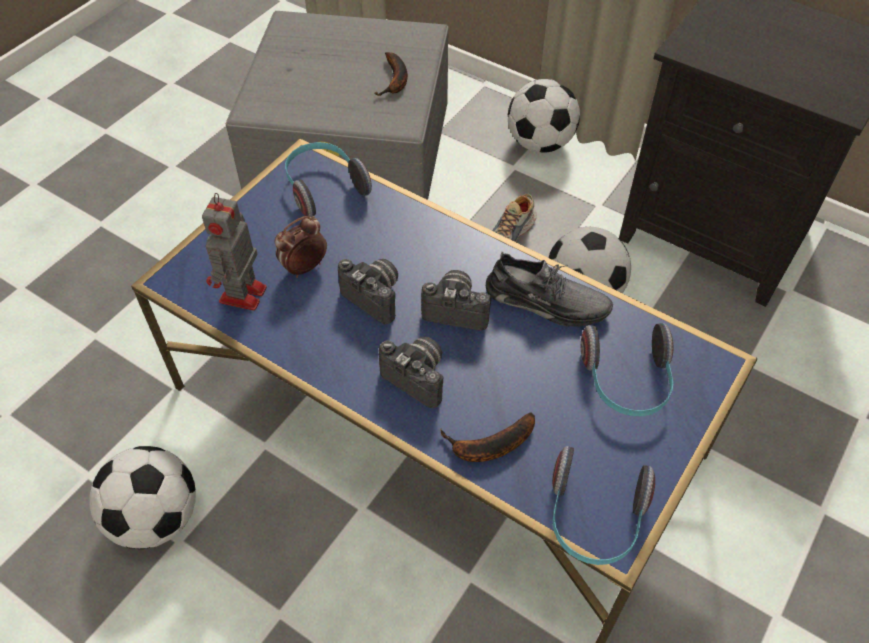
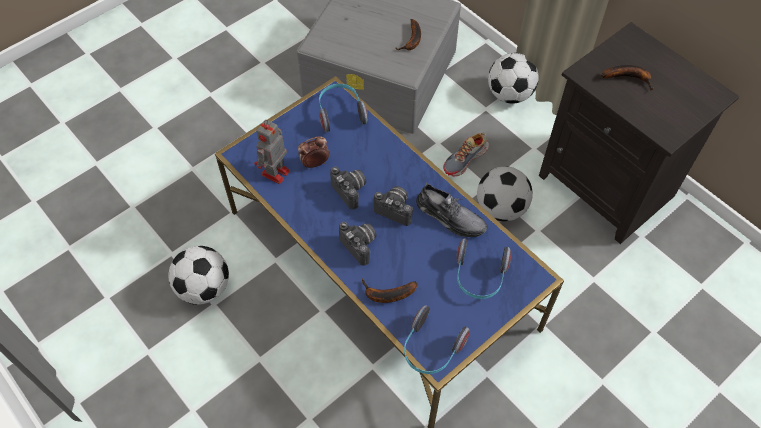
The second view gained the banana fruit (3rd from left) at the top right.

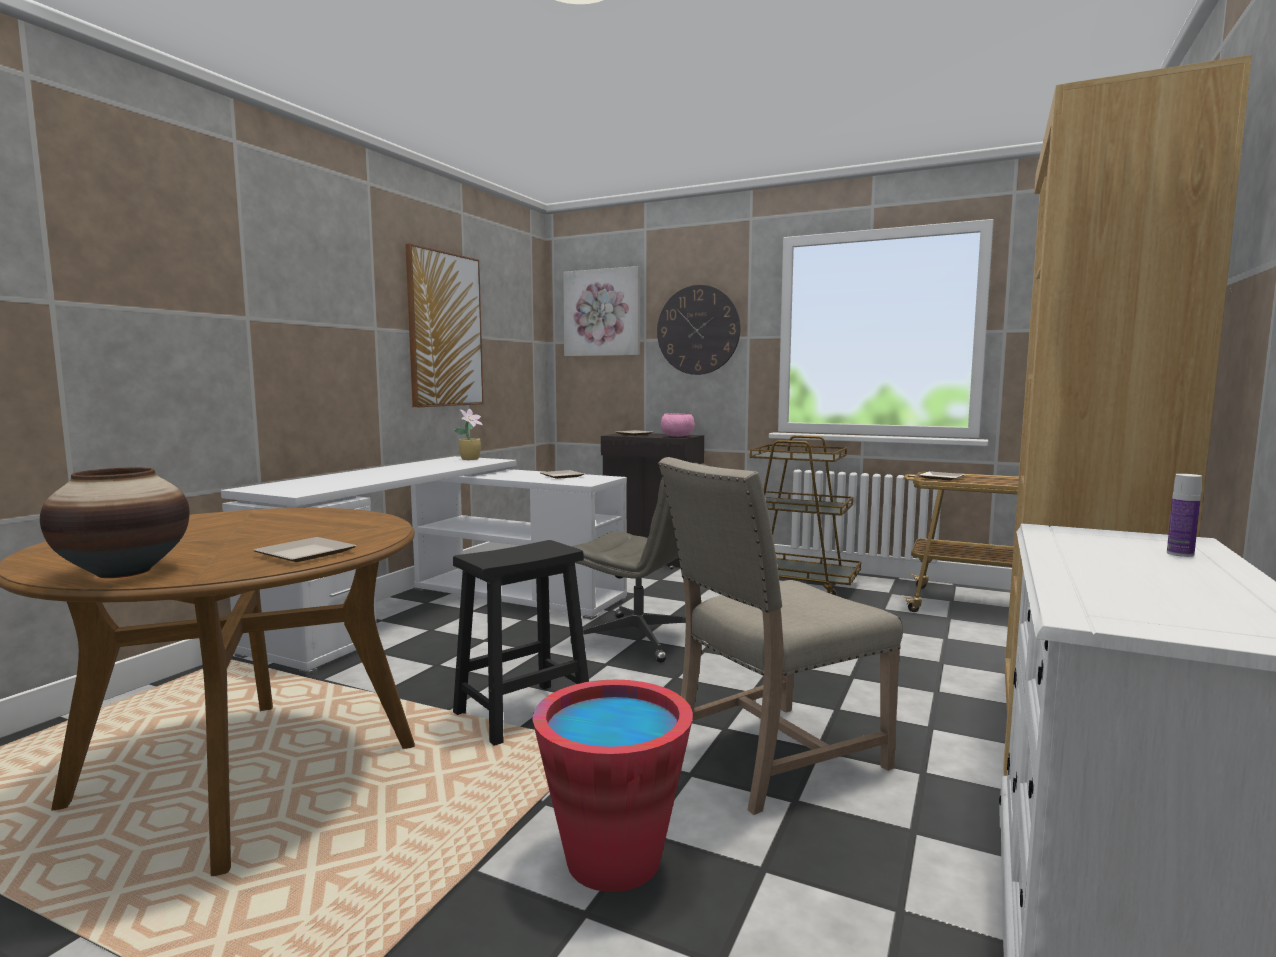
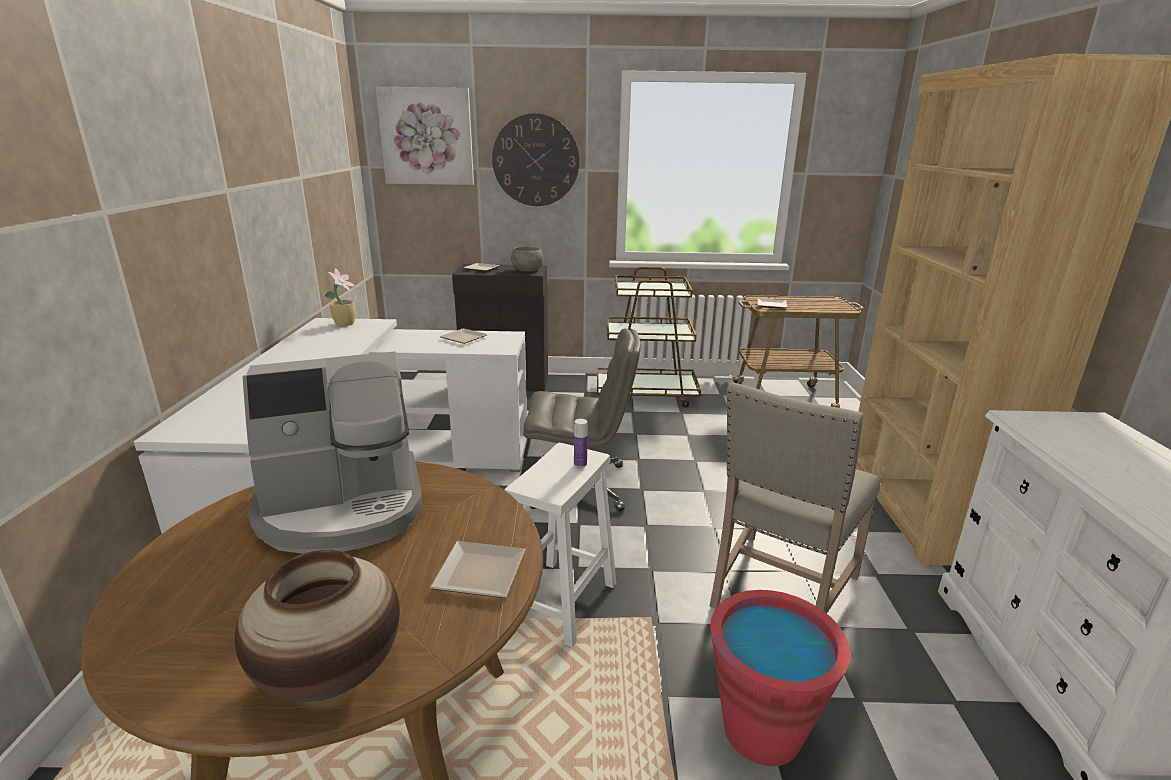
The second view lost the wall picture (1st from left) at the centre.
The second view gained the coffee brewer at the middle left.
The beverage bottle ended up elsewhere, having gone from the middle right to the centre.
What was the blackish sitting stool at the bottom centre turned into the white sitting stool at the bottom centre.
What was the pink-coloured serving bowl at the centre turned into the greyish serving bowl at the top centre.

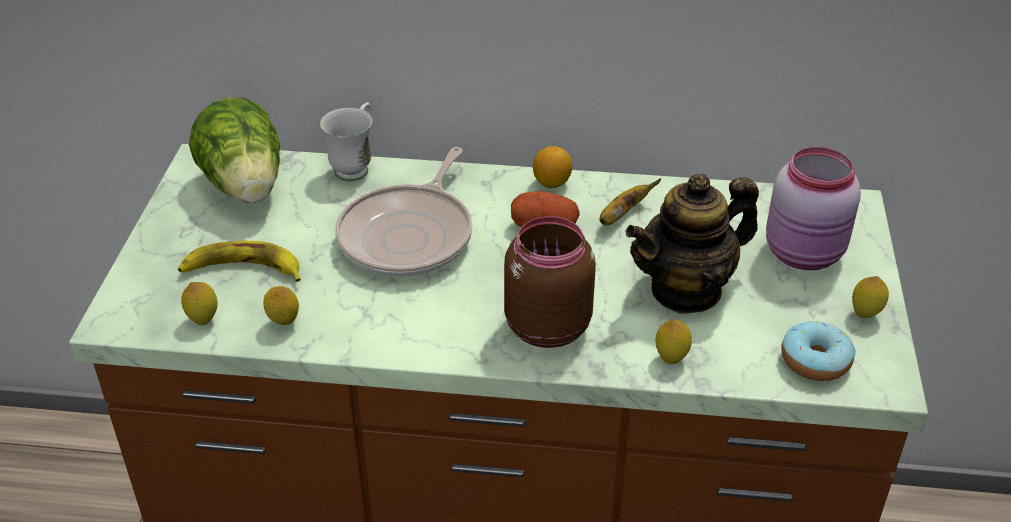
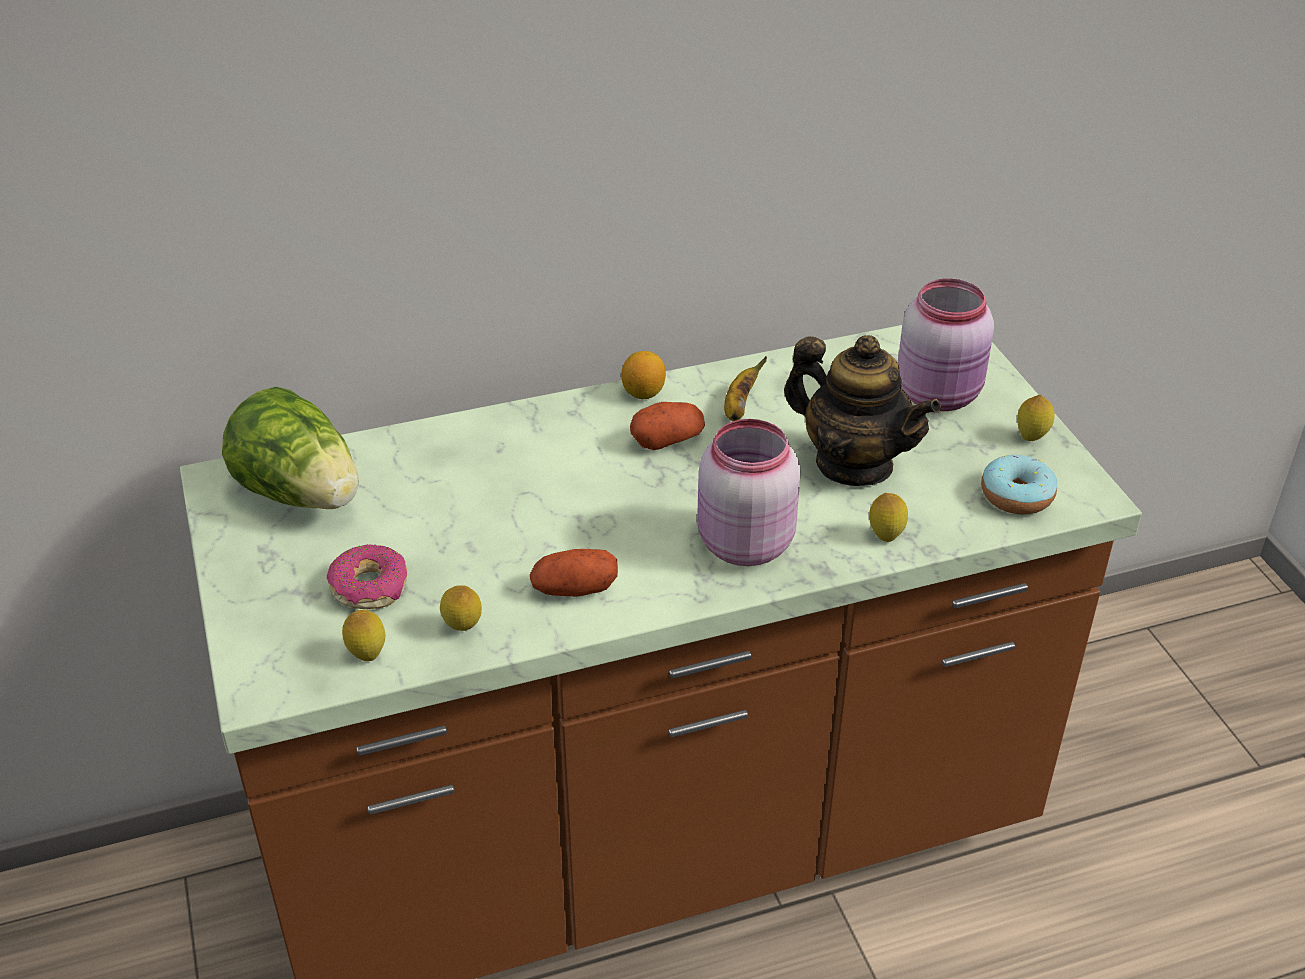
The second view lost the white mug at the top centre.
The second view lost the skillet at the centre.
The second view gained the whole potato (1st from left) at the centre.
Where the banana fruit (1st from left) stood at the middle left, the doughnut (1st from left) came to stand at the middle left.
What was the brown preserve jar at the centre turned into the pink-coloured preserve jar (1st from left) at the centre.
The teapot at the middle right ended up facing another way, 90 degrees counterclockwise from before.

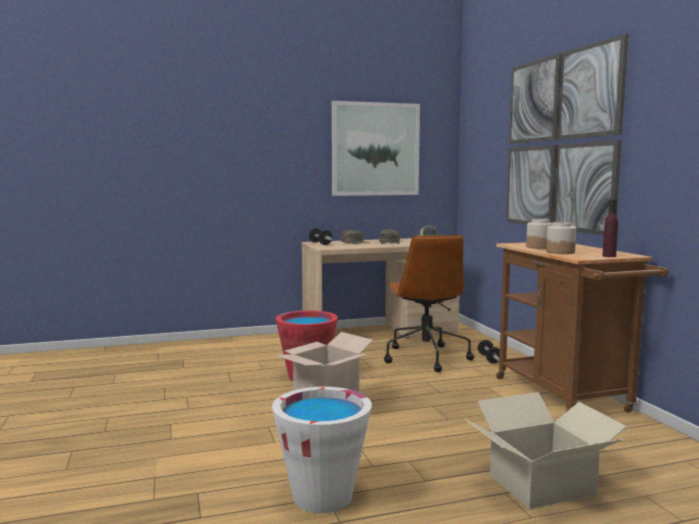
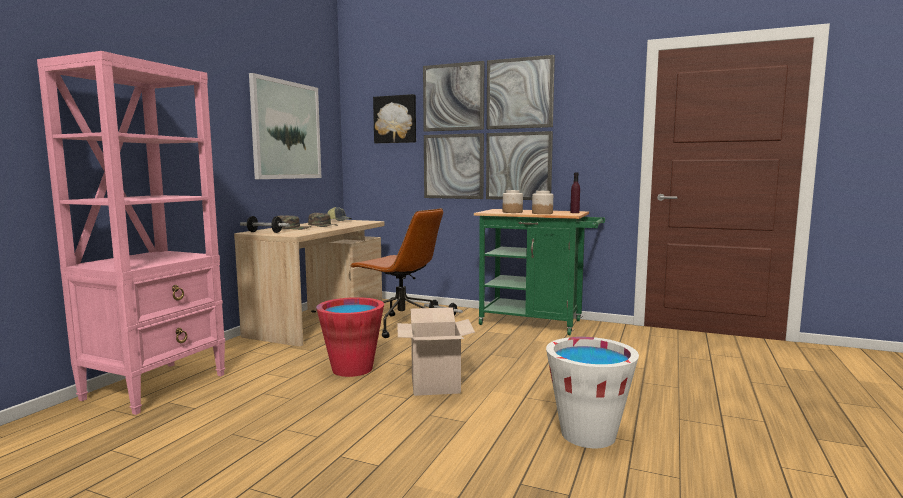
The second view lost the cardboard box (2nd from left) at the bottom right.
The second view gained the pink-coloured bookshelf at the middle left.
The second view gained the wall picture (2nd from left) at the top centre.
What was the brown wheeled cart at the middle right turned into the green wheeled cart at the centre.

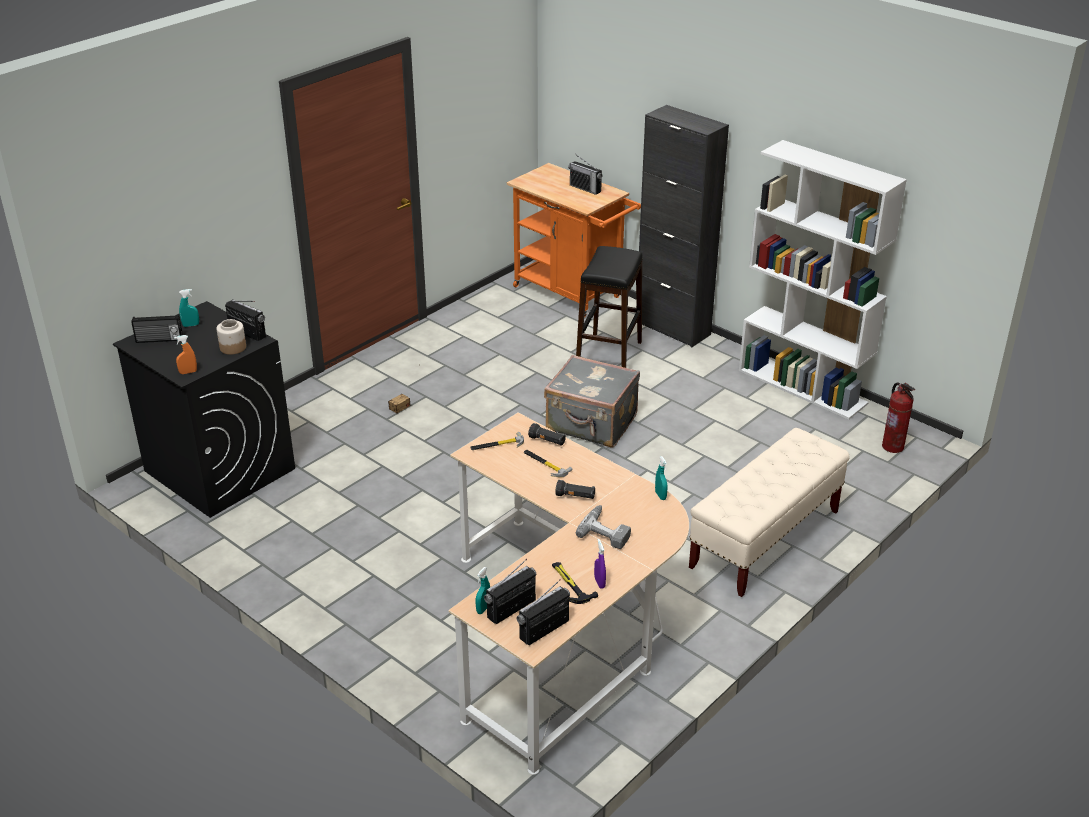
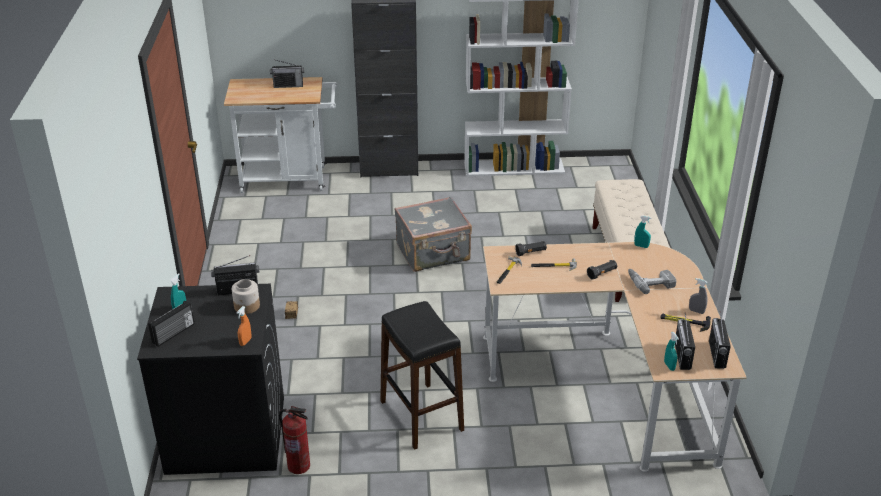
The blackish sitting stool ended up elsewhere, having gone from the centre to the bottom centre.
The extinguisher ended up elsewhere, having gone from the middle right to the bottom centre.
What was the orangey wheeled cart at the top centre turned into the white wheeled cart at the top left.
What was the purplish spray bottle at the bottom centre turned into the greyish spray bottle at the middle right.

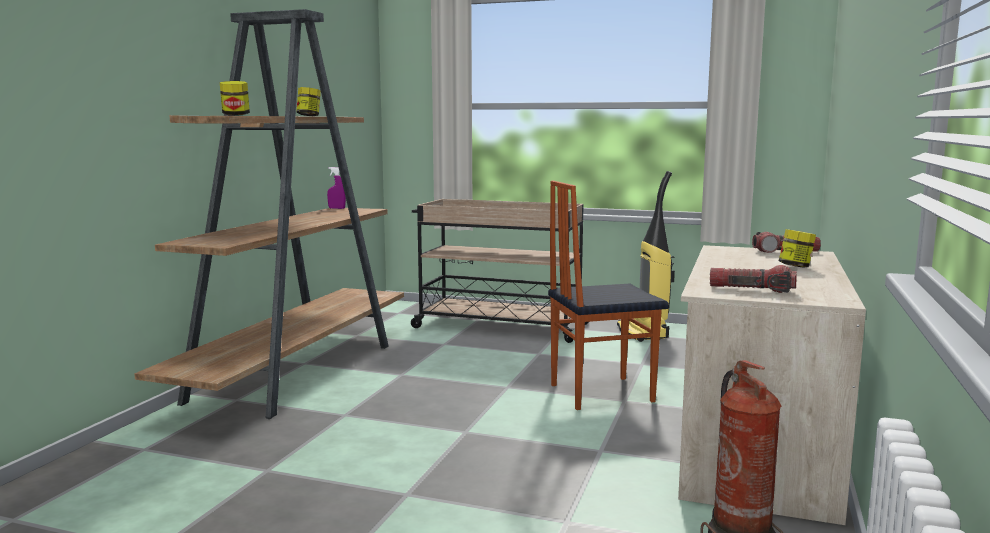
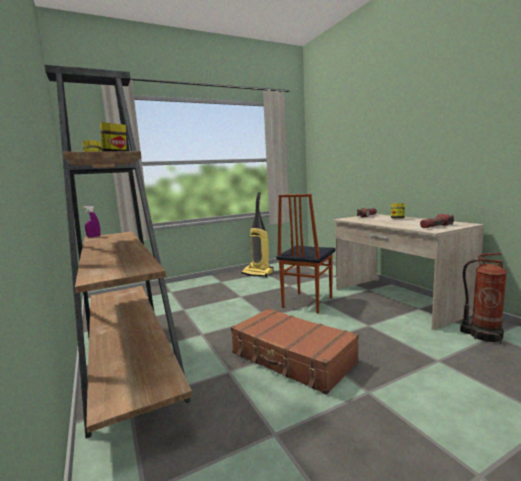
The second view lost the beige wheeled cart at the centre.
The second view gained the brown suitcase at the bottom centre.

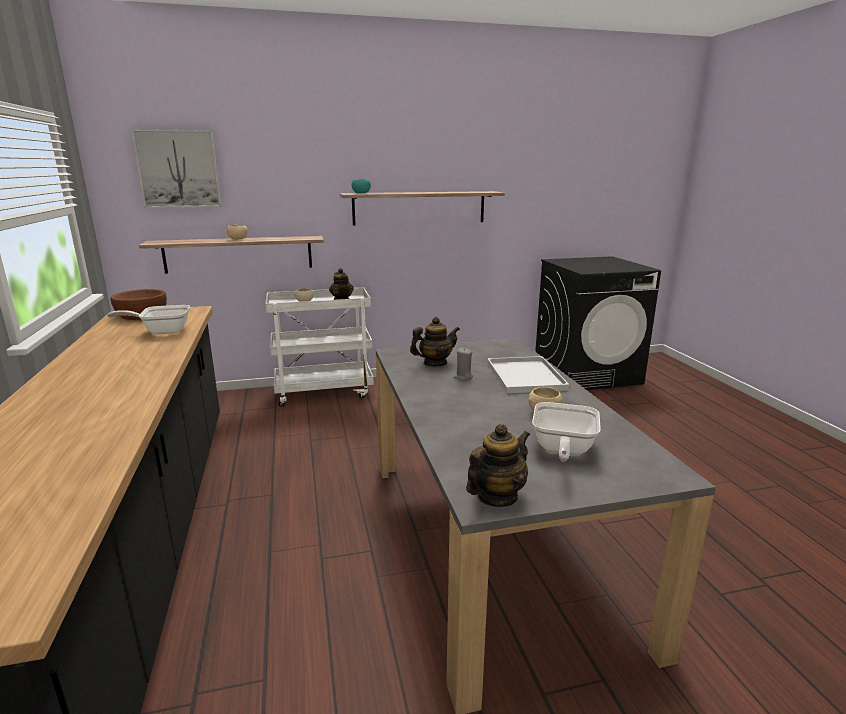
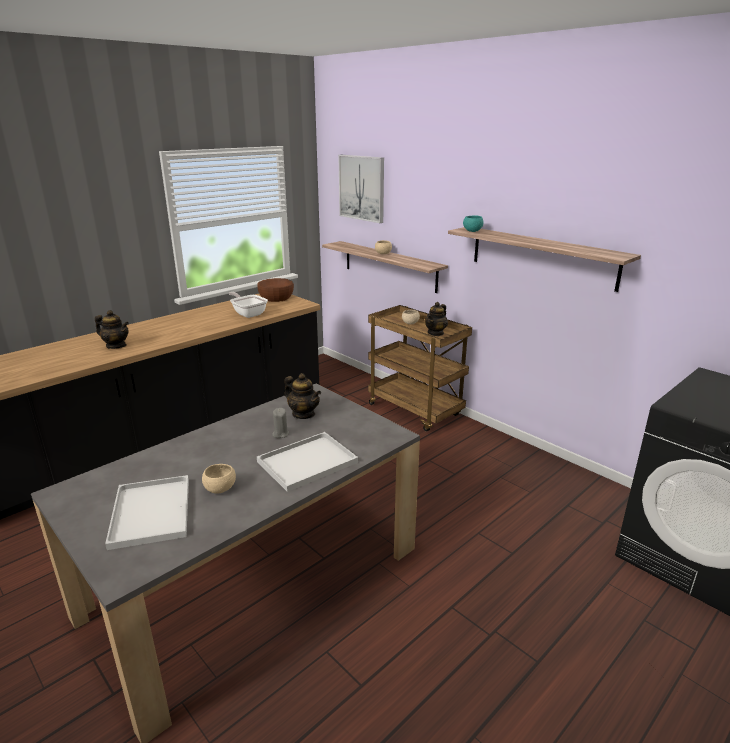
The teapot (3rd from left in the first image) ended up elsewhere, having gone from the centre to the middle left.
Where the skillet (2nd from left) stood at the middle right, the white tray (1st from left) came to stand at the bottom left.
What was the white wheeled cart at the centre turned into the brown wheeled cart at the centre.

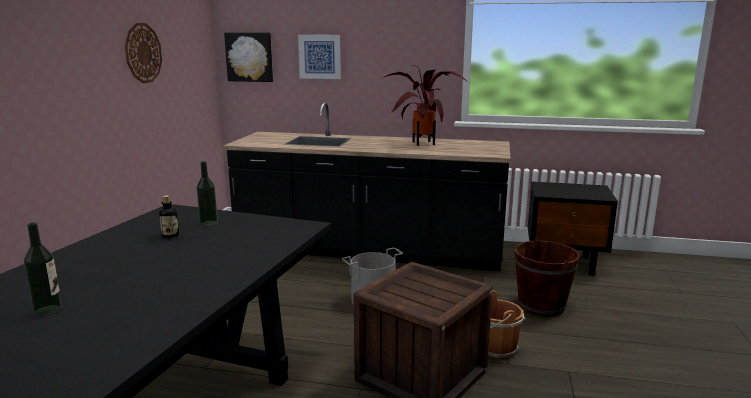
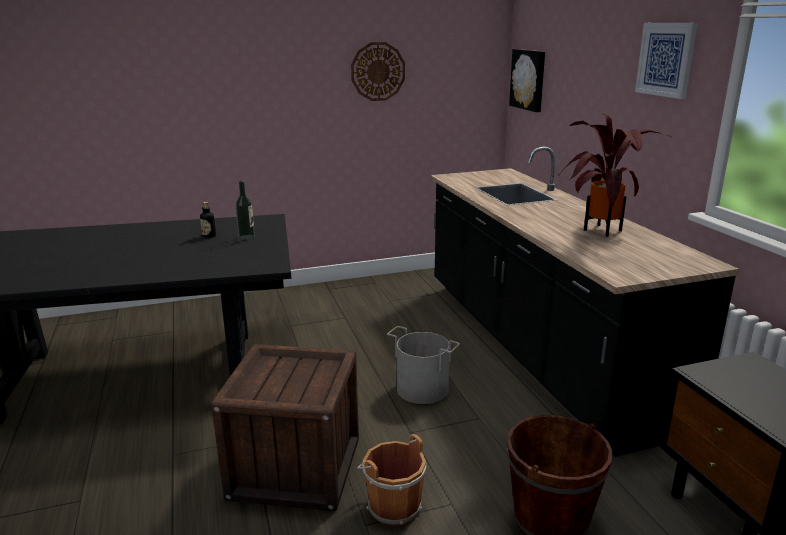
The second view lost the beverage bottle (1st from left) at the bottom left.
The wall picture (2nd from left) ended up elsewhere, having gone from the top centre to the top right.

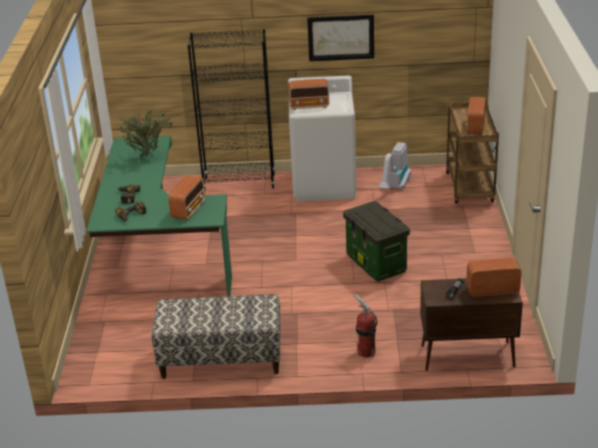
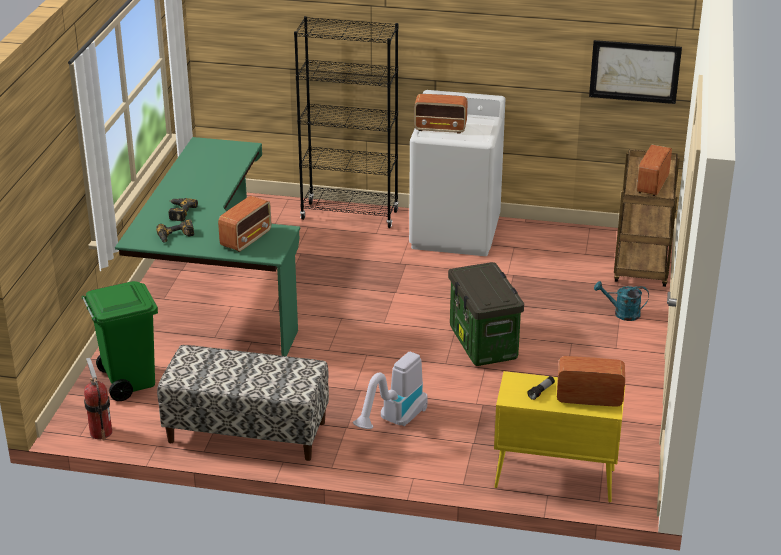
The second view lost the houseplant at the top left.
The second view gained the green rubbish bin at the middle left.
The second view gained the turquoise-coloured watering pot at the middle right.
The wall picture ended up elsewhere, having gone from the top centre to the top right.
The extinguisher ended up elsewhere, having gone from the bottom centre to the bottom left.
The hoover ended up elsewhere, having gone from the centre to the bottom centre.
What was the brown cabinet at the bottom right turned into the yellow-coloured cabinet at the bottom right.

